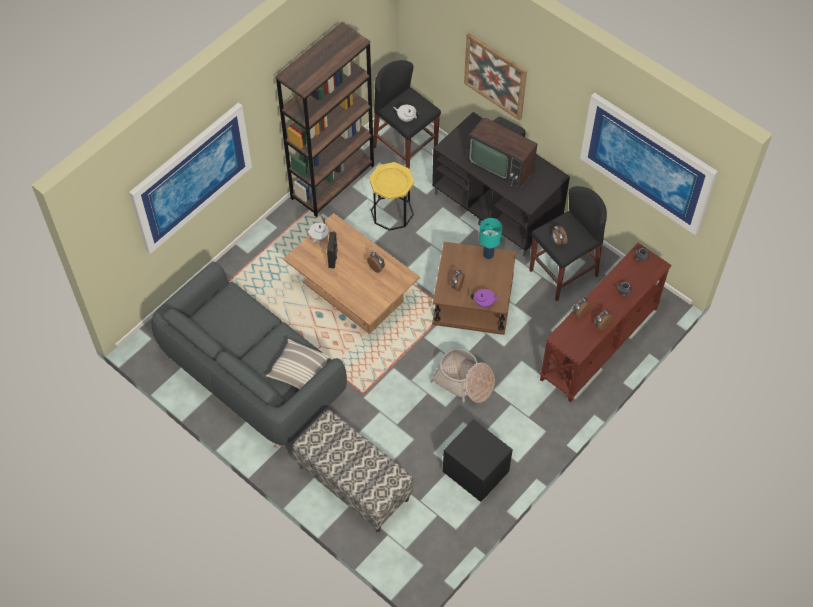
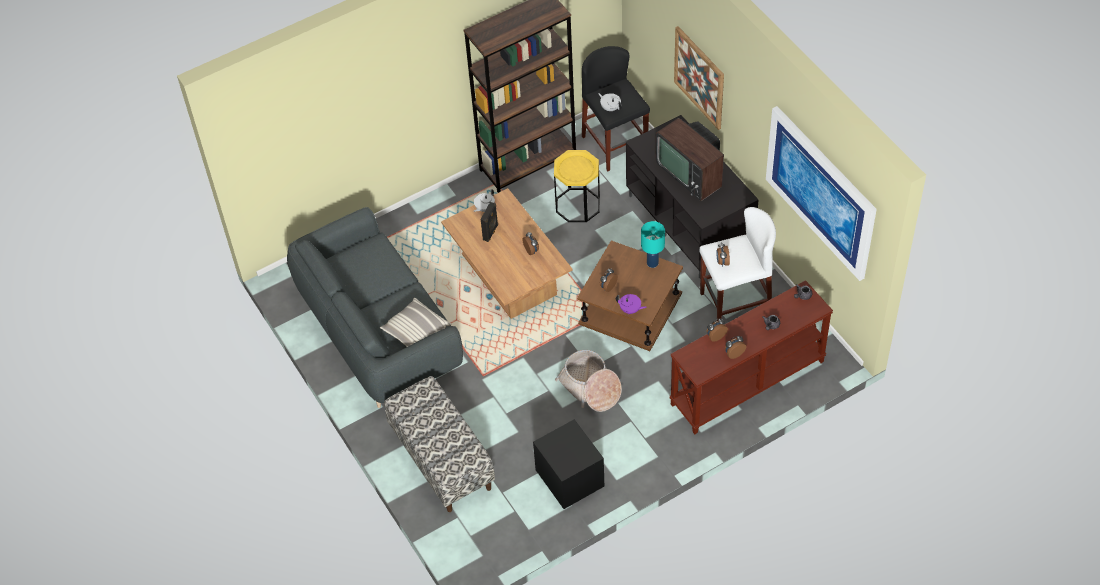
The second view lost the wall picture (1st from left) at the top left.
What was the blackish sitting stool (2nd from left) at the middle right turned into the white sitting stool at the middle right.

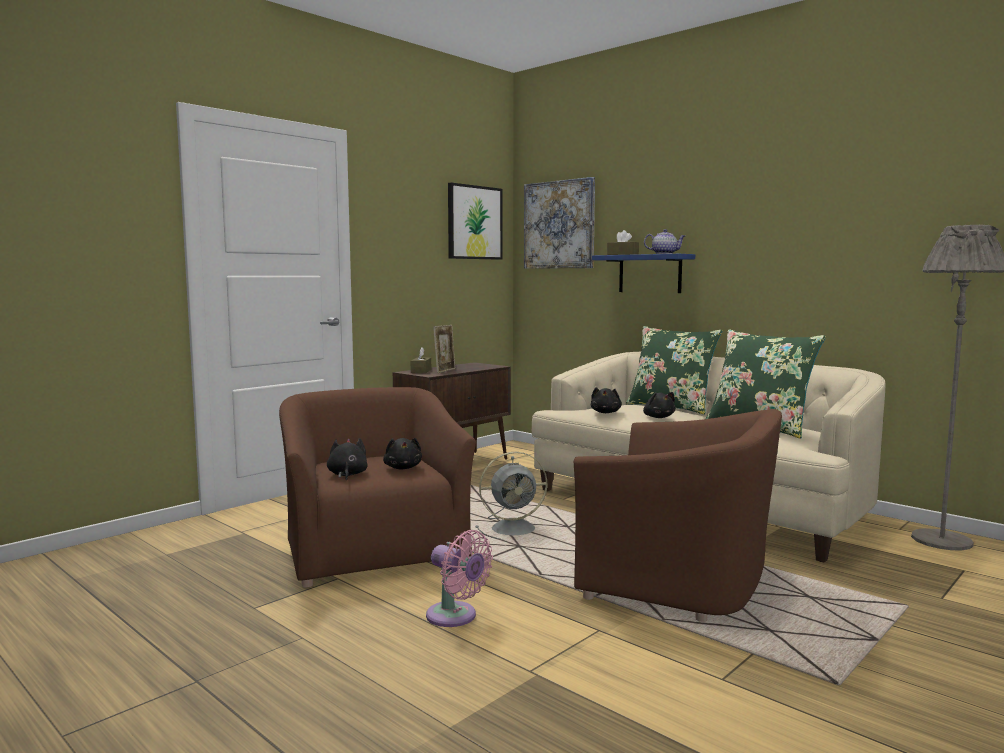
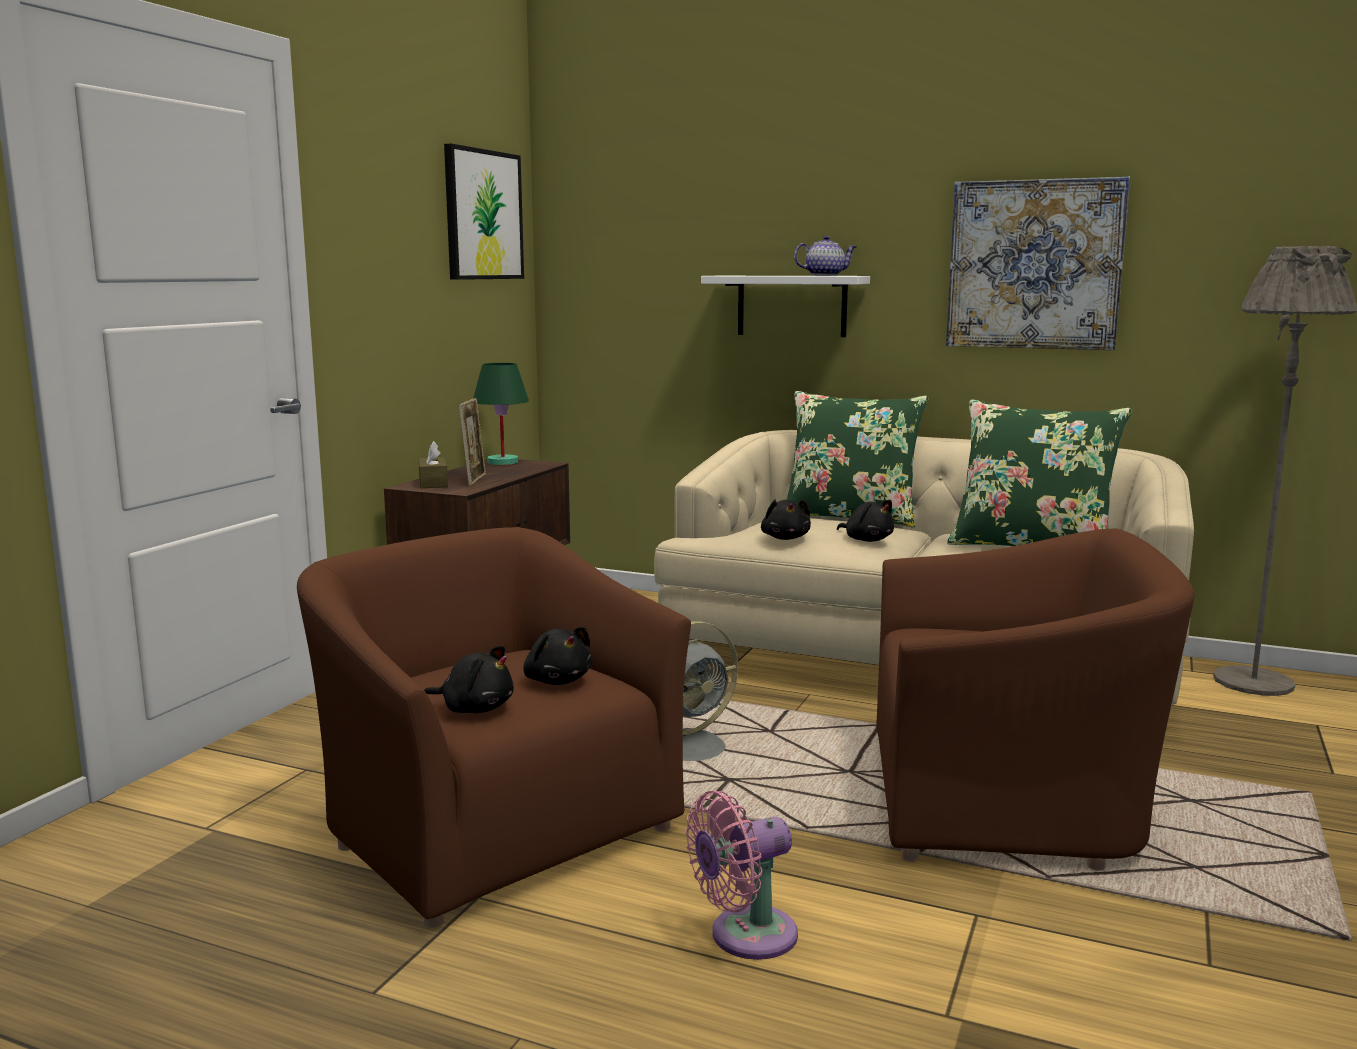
The second view lost the brown tissue holder (2nd from left) at the top centre.
The second view gained the green table lamp at the centre.
The wall picture (2nd from left) ended up elsewhere, having gone from the top centre to the top right.
What was the blue wall shelf at the centre turned into the white wall shelf at the top centre.
The blackish plush toy (1st from left) at the centre ended up facing another way, 135 degrees clockwise from before.
The pink-coloured cooling fan at the bottom centre ended up facing another way, 135 degrees clockwise from before.

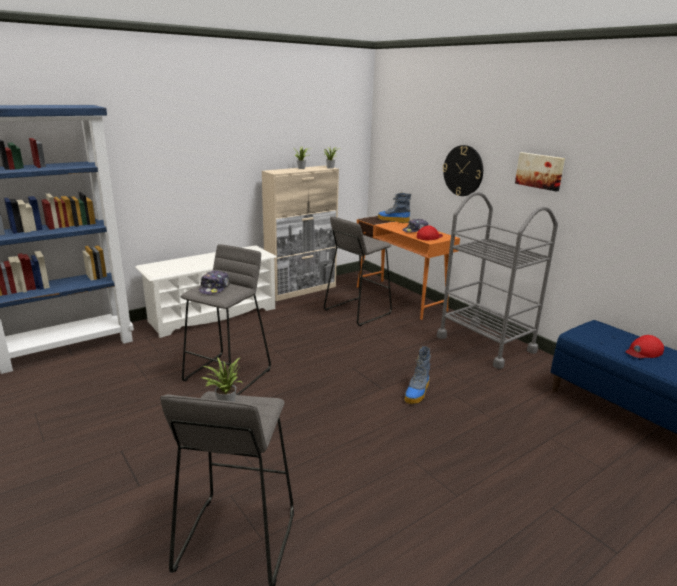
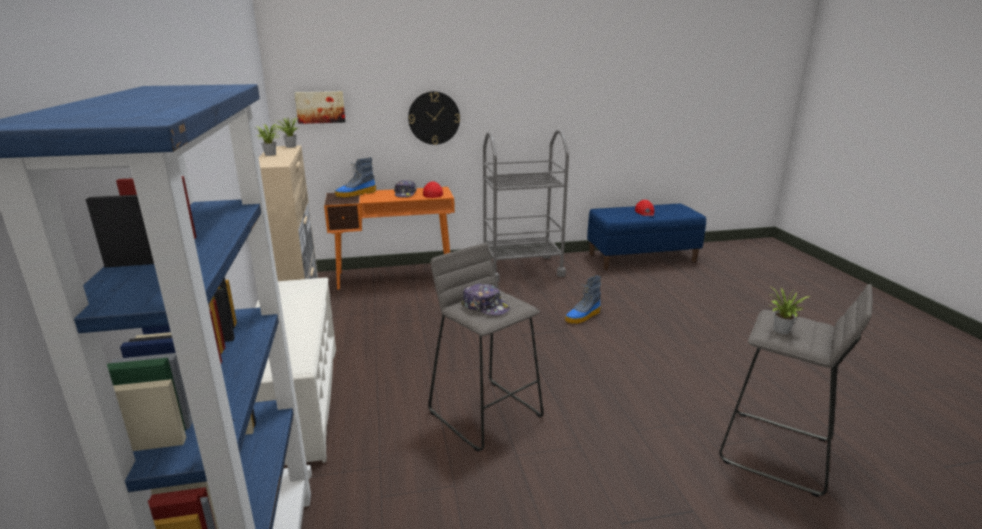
The second view lost the greyish sitting stool (3rd from left) at the centre.
The wall picture ended up elsewhere, having gone from the top right to the top left.
The tall boot (2nd from left) at the centre ended up facing another way, 90 degrees clockwise from before.

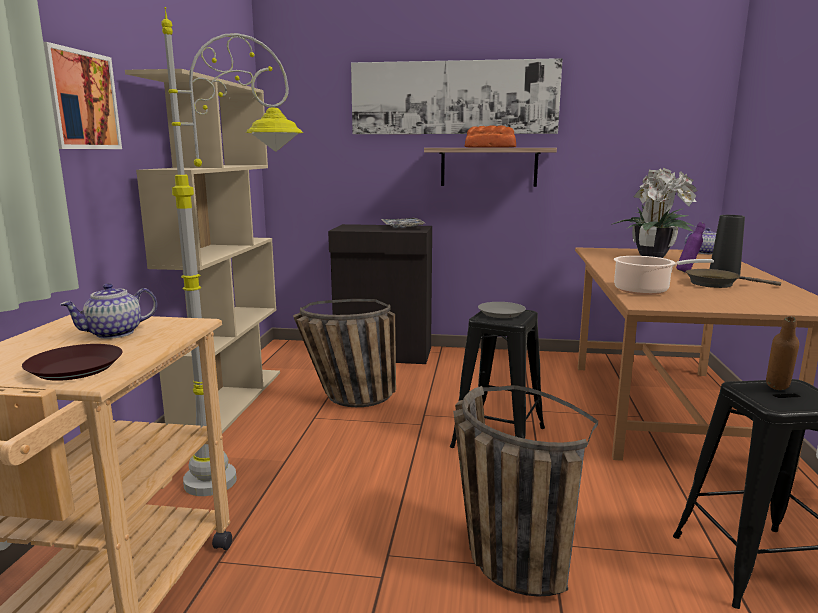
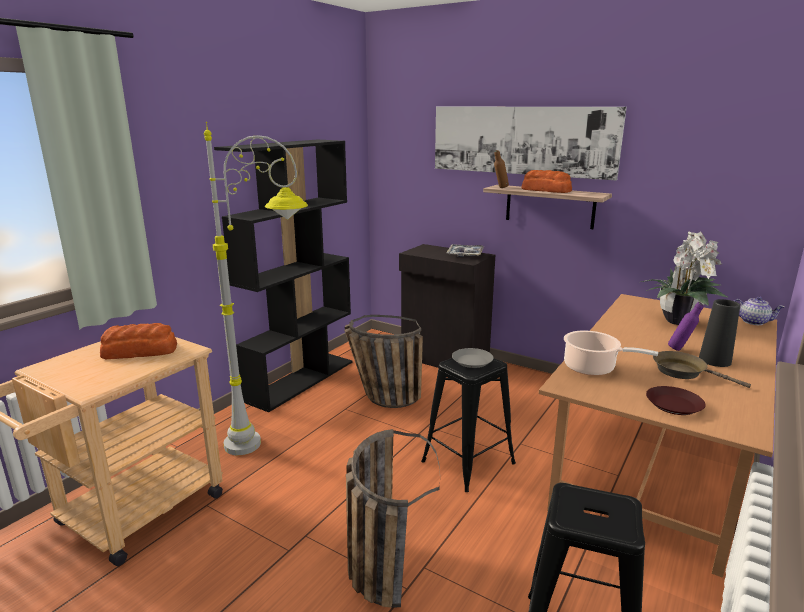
The second view lost the wall picture (1st from left) at the top left.
The brown plate ended up elsewhere, having gone from the middle left to the middle right.
The brown beverage bottle ended up elsewhere, having gone from the middle right to the top centre.
Where the teapot (1st from left) stood at the middle left, the baked bread (1st from left) came to stand at the middle left.
What was the beige bookshelf at the middle left turned into the blackish bookshelf at the centre.

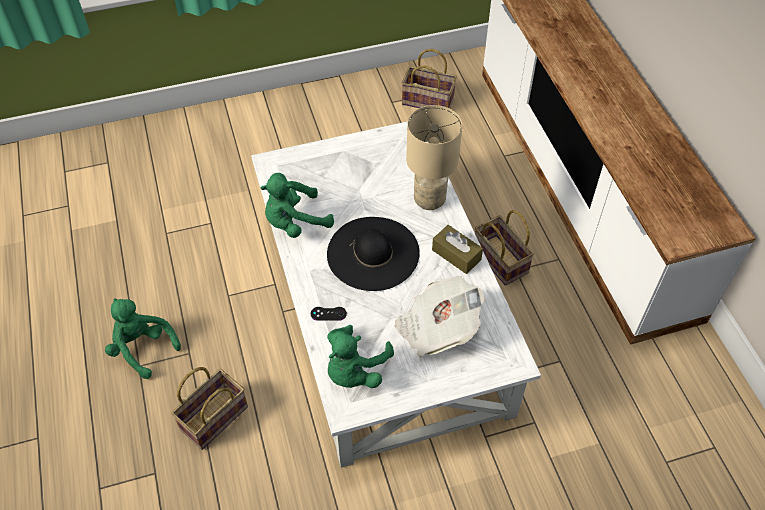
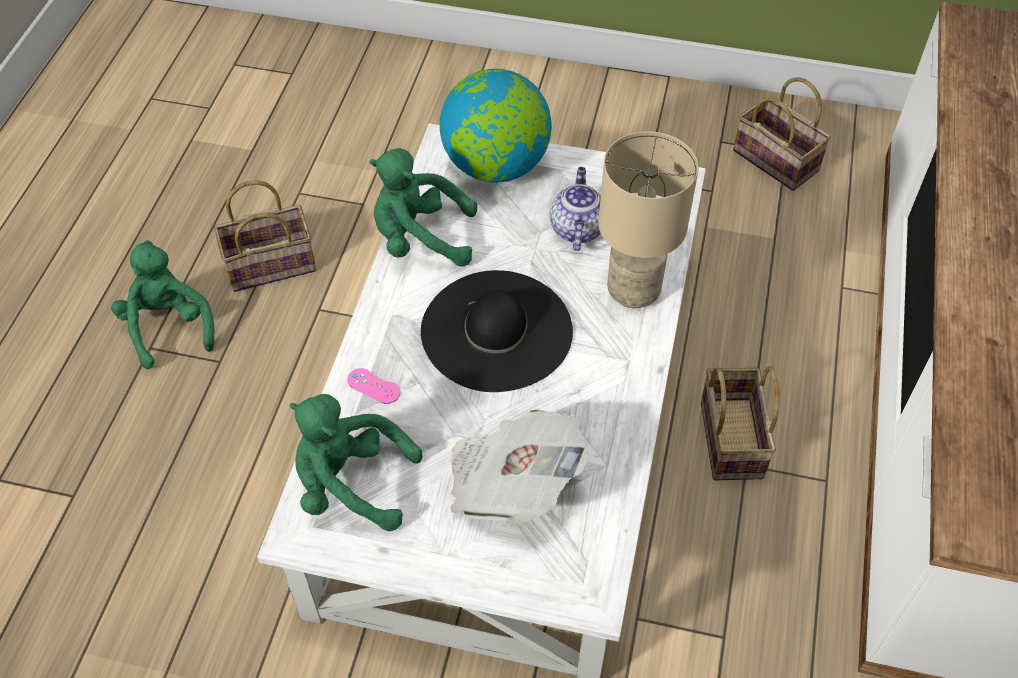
The second view lost the brown tissue holder at the centre.
The second view gained the globe at the top centre.
The second view gained the teapot at the top centre.
The basket (1st from left) ended up elsewhere, having gone from the bottom left to the middle left.
What was the blackish gamepad at the centre turned into the pink-coloured gamepad at the centre.
The green plush toy (3rd from left in the first image) at the bottom centre ended up facing another way, 45 degrees clockwise from before.

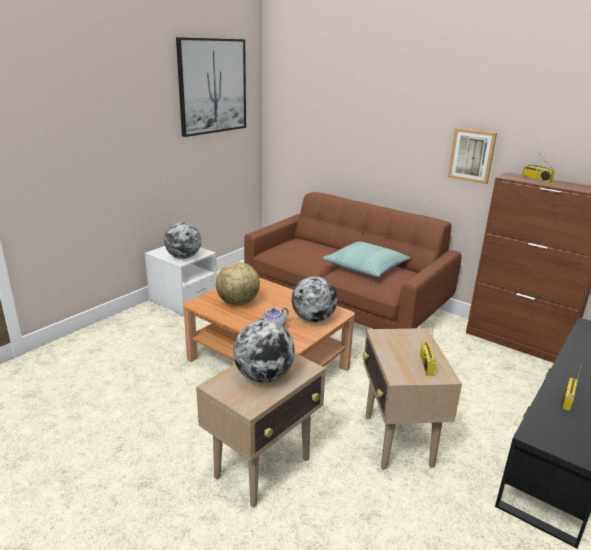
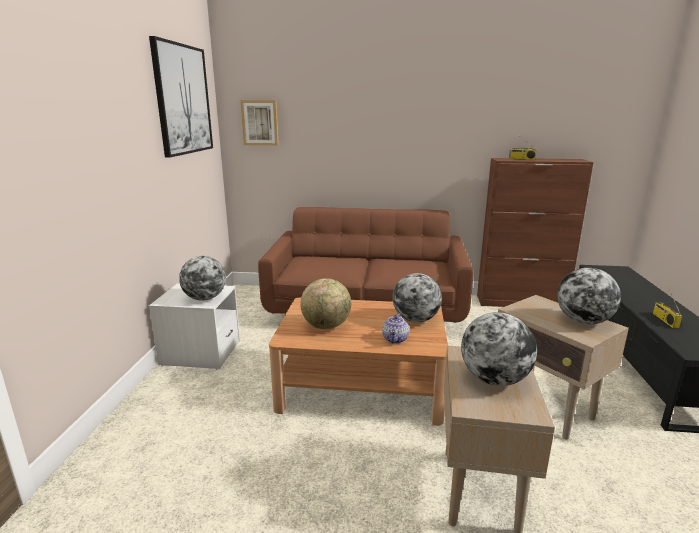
The second view lost the pillow at the centre.
The wall picture (2nd from left) ended up elsewhere, having gone from the top right to the top centre.
Where the radio set (1st from left) stood at the middle right, the globe (5th from left) came to stand at the middle right.

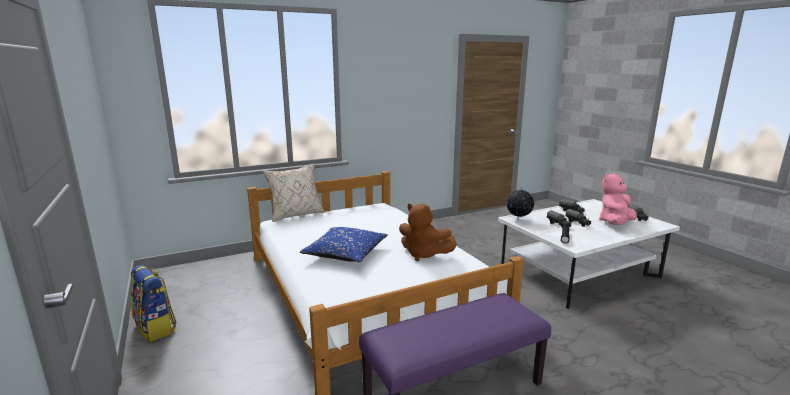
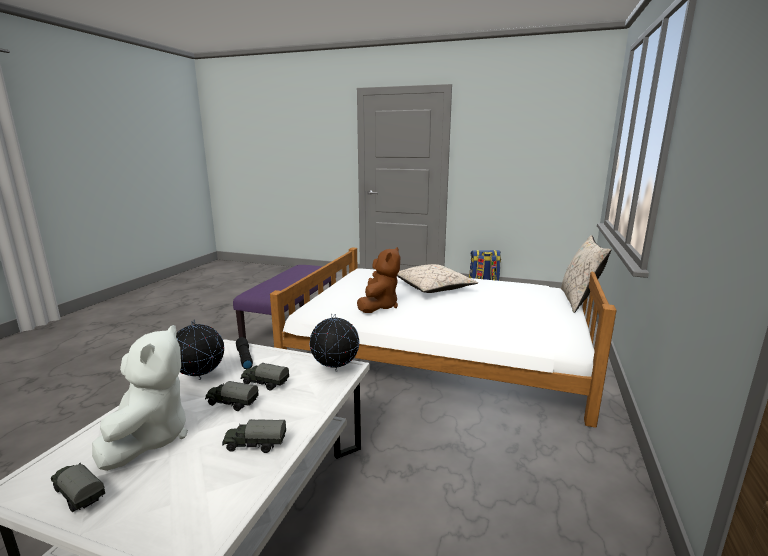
The second view gained the globe (1st from left) at the middle left.
What was the blue pillow at the centre turned into the beige pillow (1st from left) at the centre.
What was the pink-coloured plush toy at the middle right turned into the white plush toy at the bottom left.
The brown plush toy at the centre ended up facing another way, 120 degrees clockwise from before.

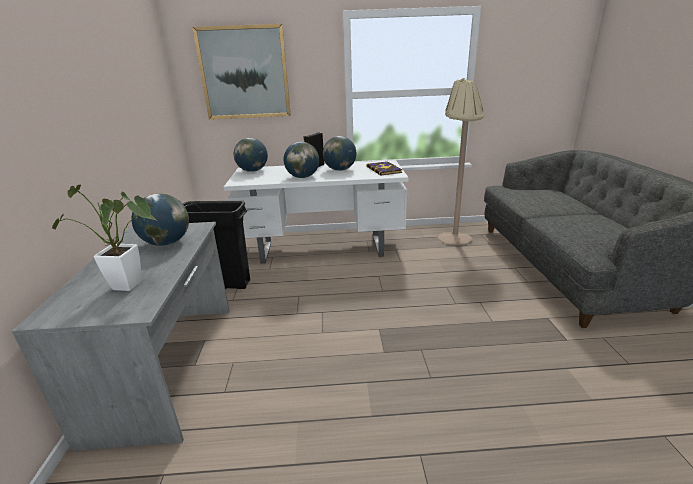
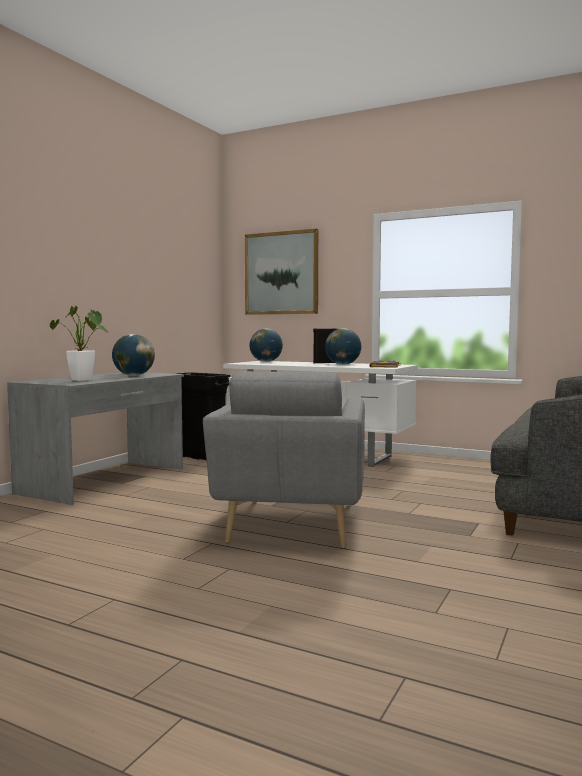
The second view lost the globe (3rd from left) at the top centre.
The second view lost the beige standing lamp at the top centre.
The second view gained the greyish armchair at the centre.

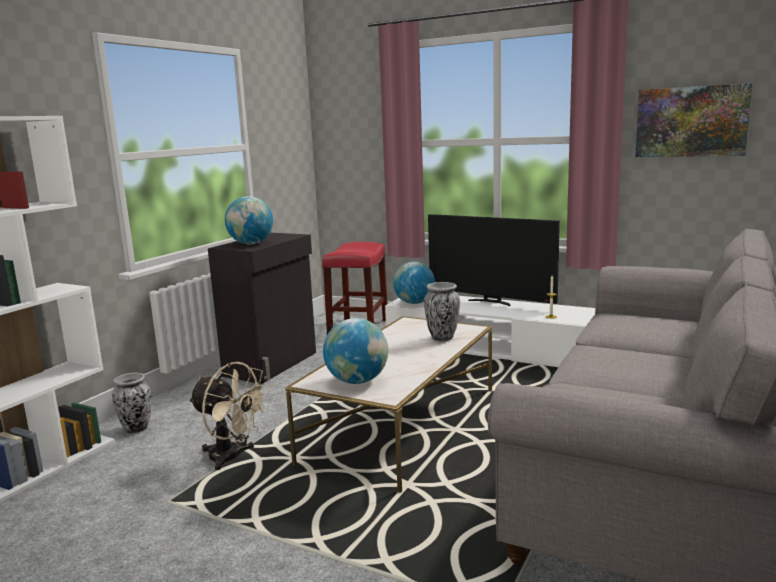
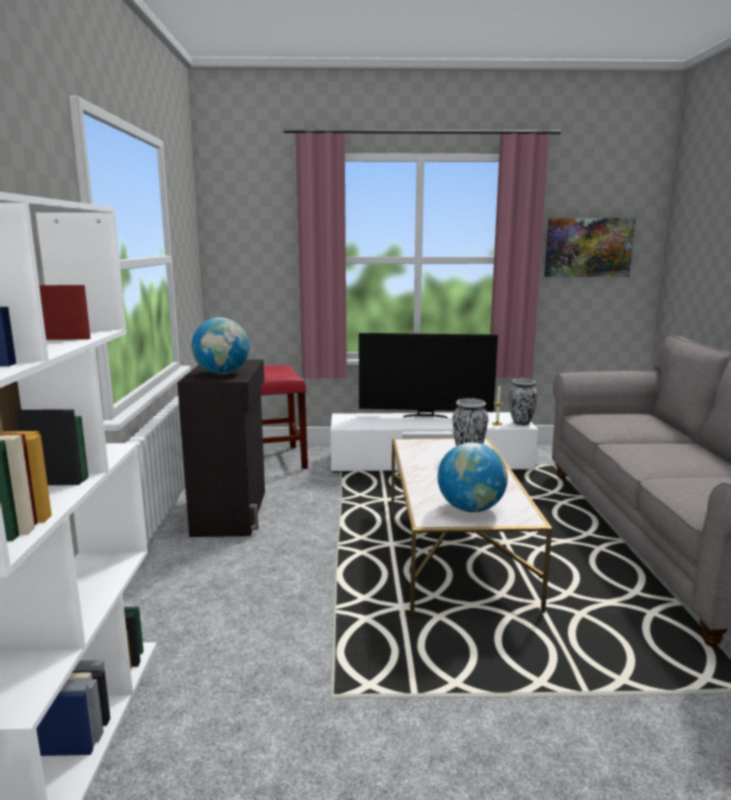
The second view lost the beige cooling fan at the bottom left.
The second view lost the globe (3rd from left) at the centre.
The flower vase (1st from left in the first image) ended up elsewhere, having gone from the bottom left to the middle right.

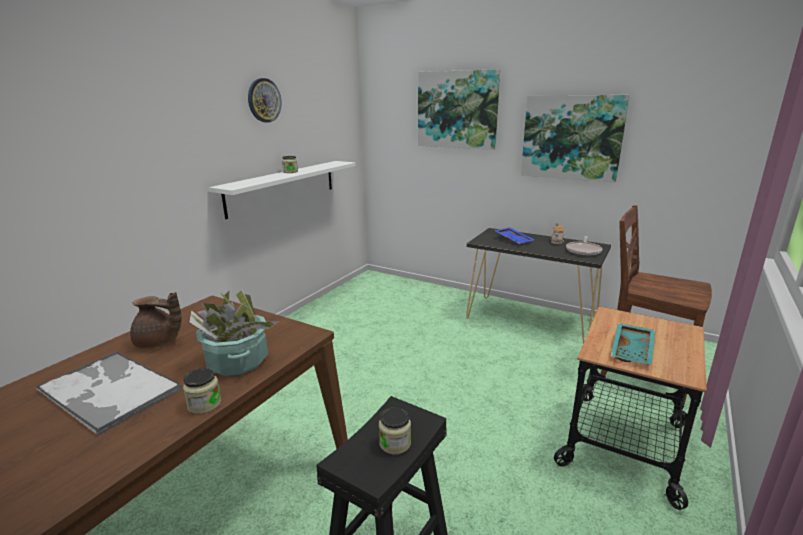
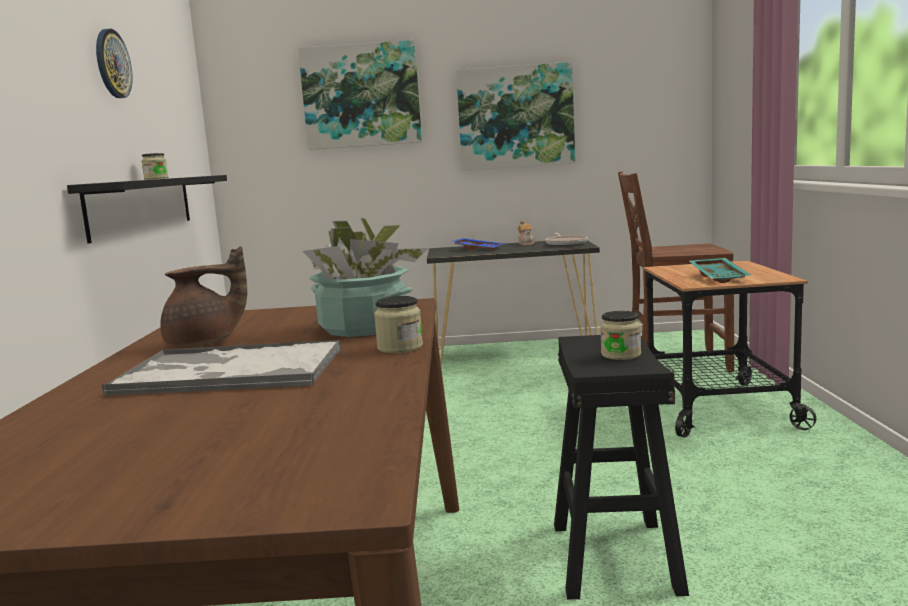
What was the white wall shelf at the centre turned into the blackish wall shelf at the middle left.

